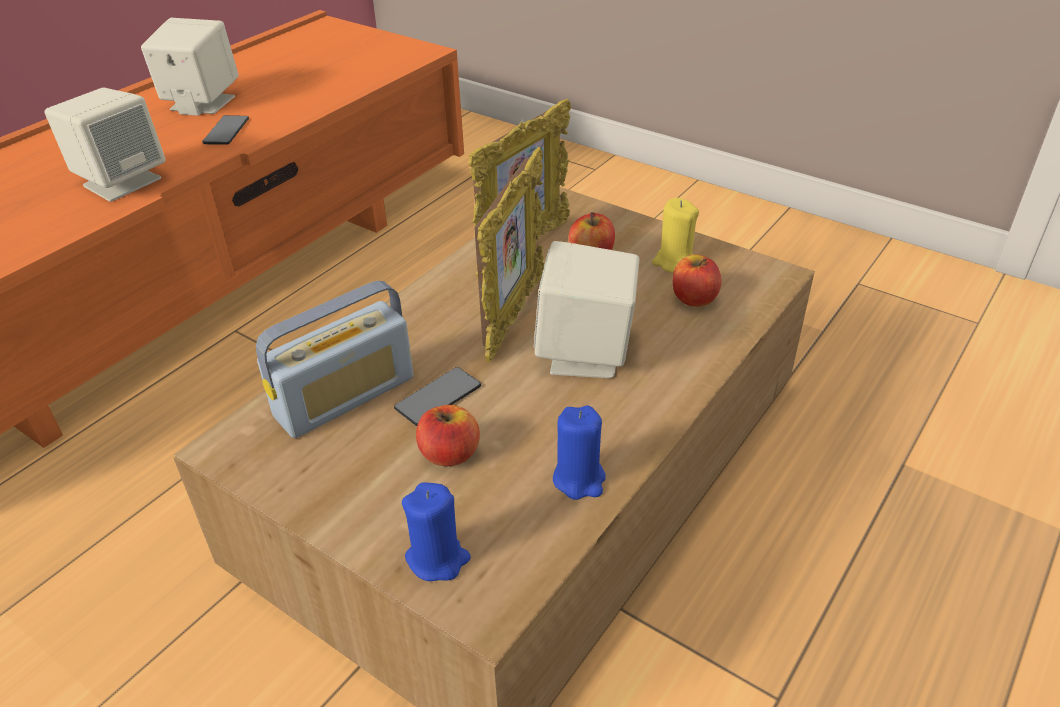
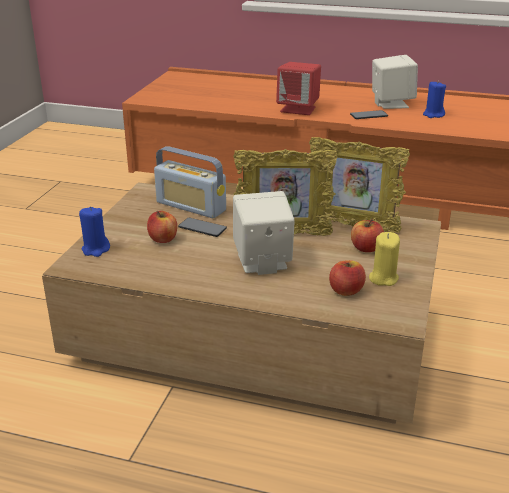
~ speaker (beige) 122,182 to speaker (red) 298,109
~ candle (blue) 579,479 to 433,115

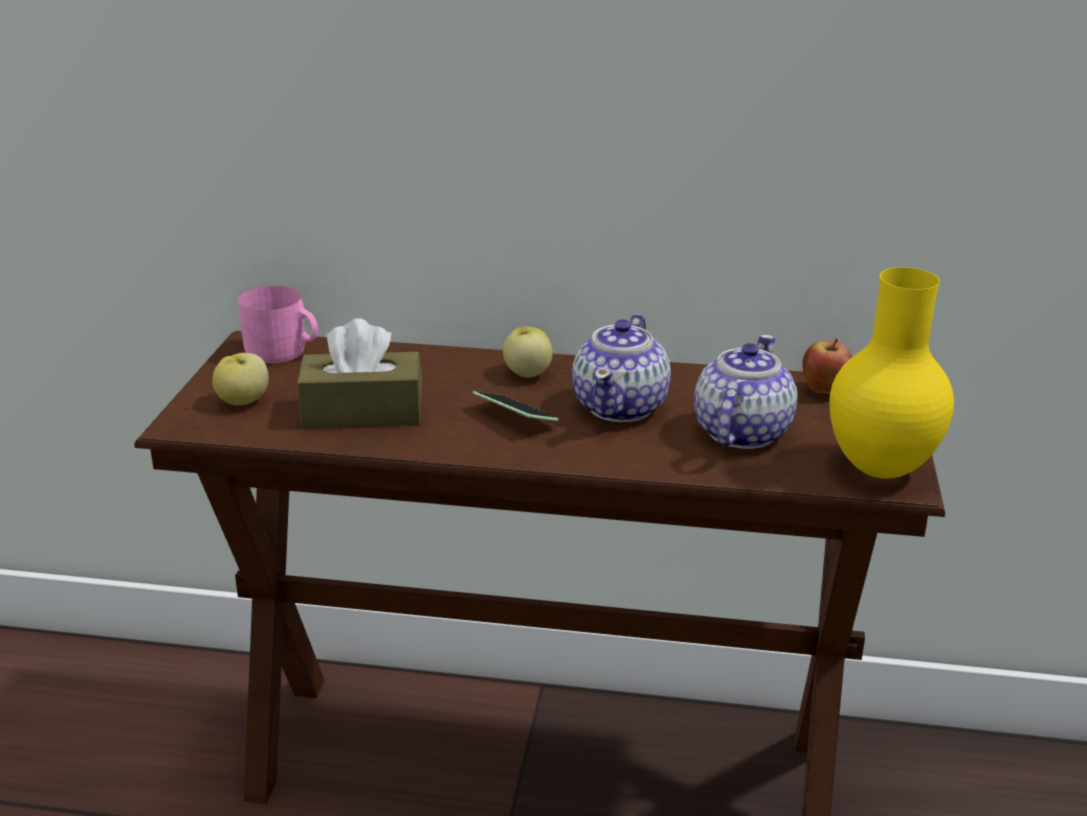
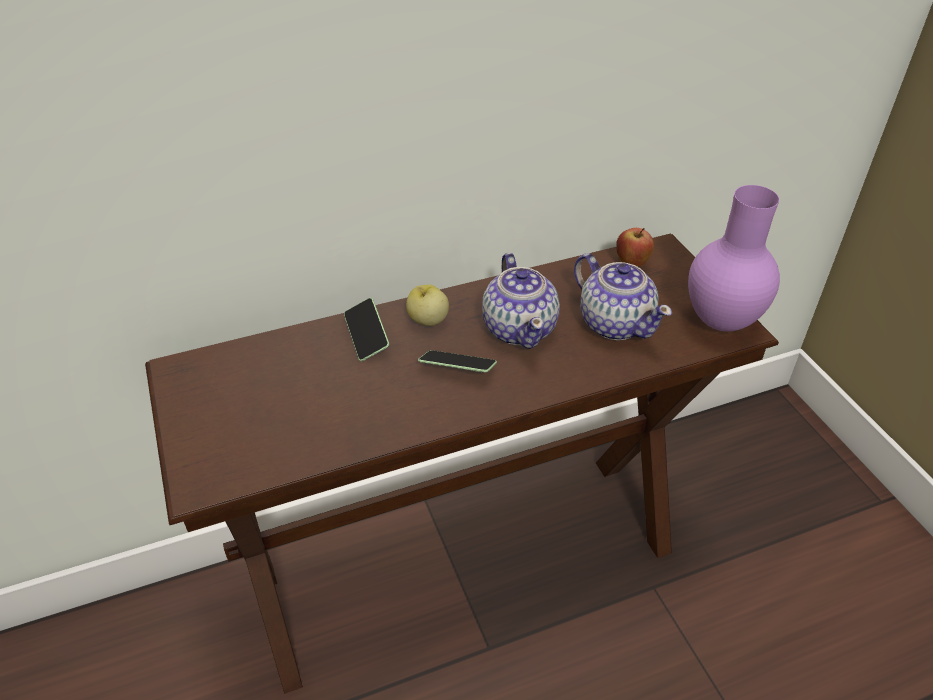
~ vase (yellow) 881,468 to vase (purple) 721,320
- mug (pink) 283,353
- tissue box (brown) 362,412
~ teapot 740,433 = 615,323 150 degrees clockwise
- apple 243,401
+ phone 366,336

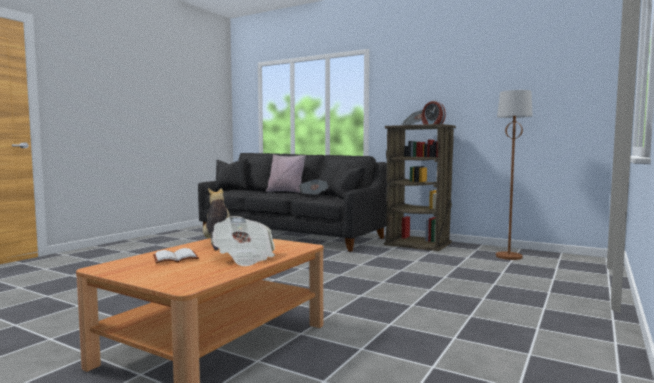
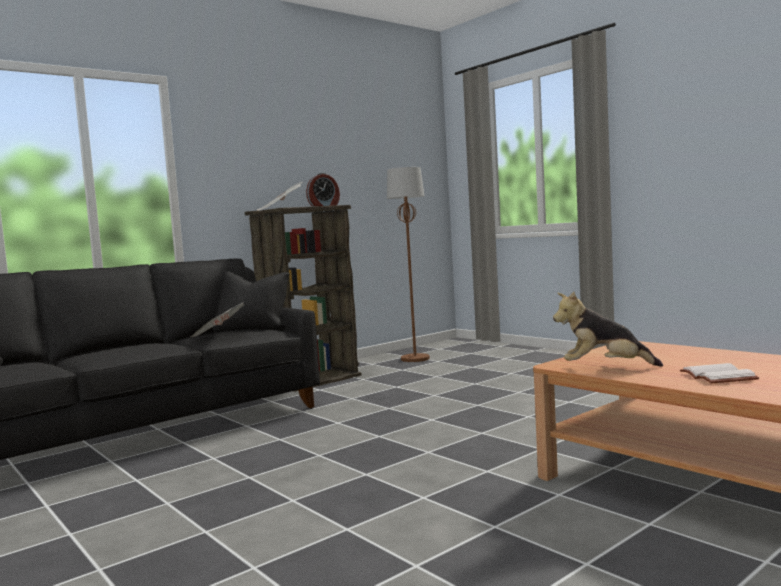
- pillow (purple) 285,192
- newspaper 244,258

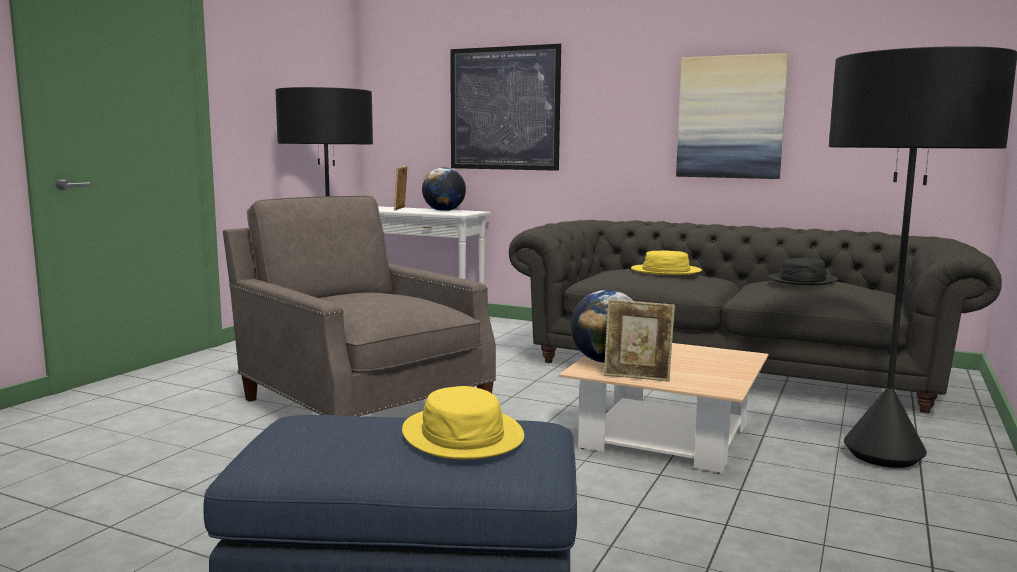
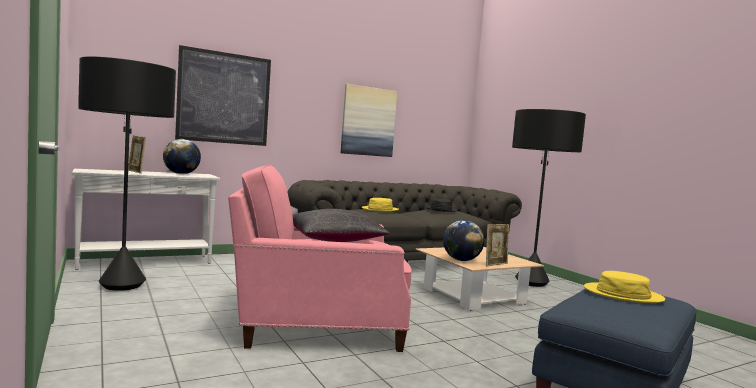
~ armchair (grey) 362,401 to armchair (pink) 317,323
+ pillow (black) 333,240

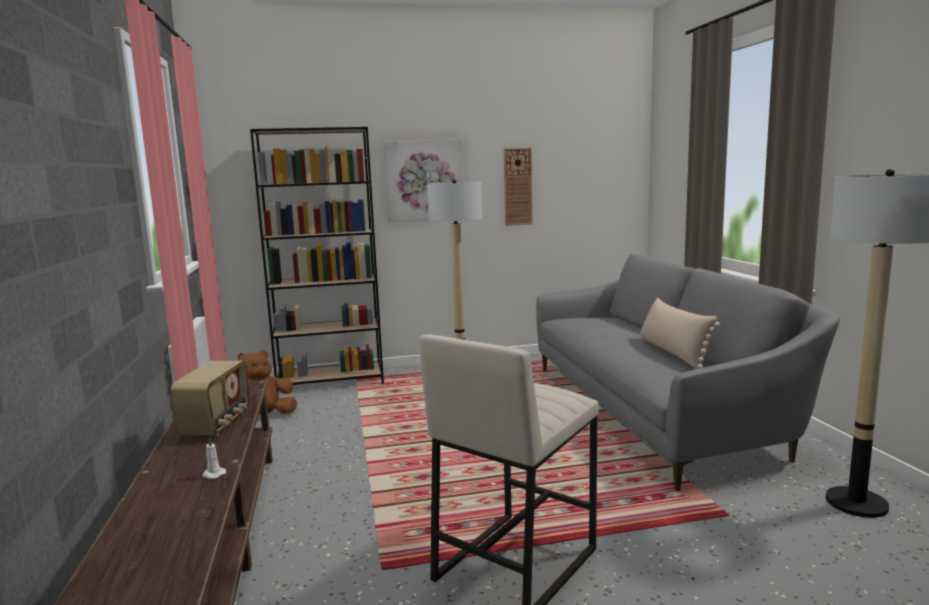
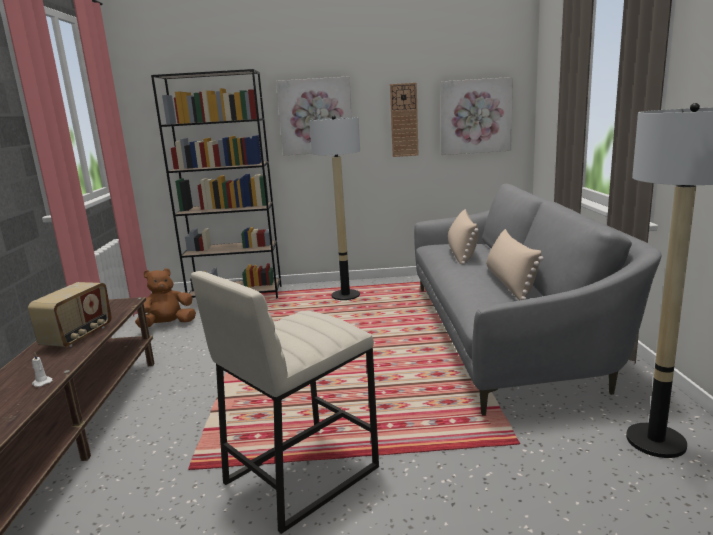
+ picture 475,116
+ pillow (beige) 462,253

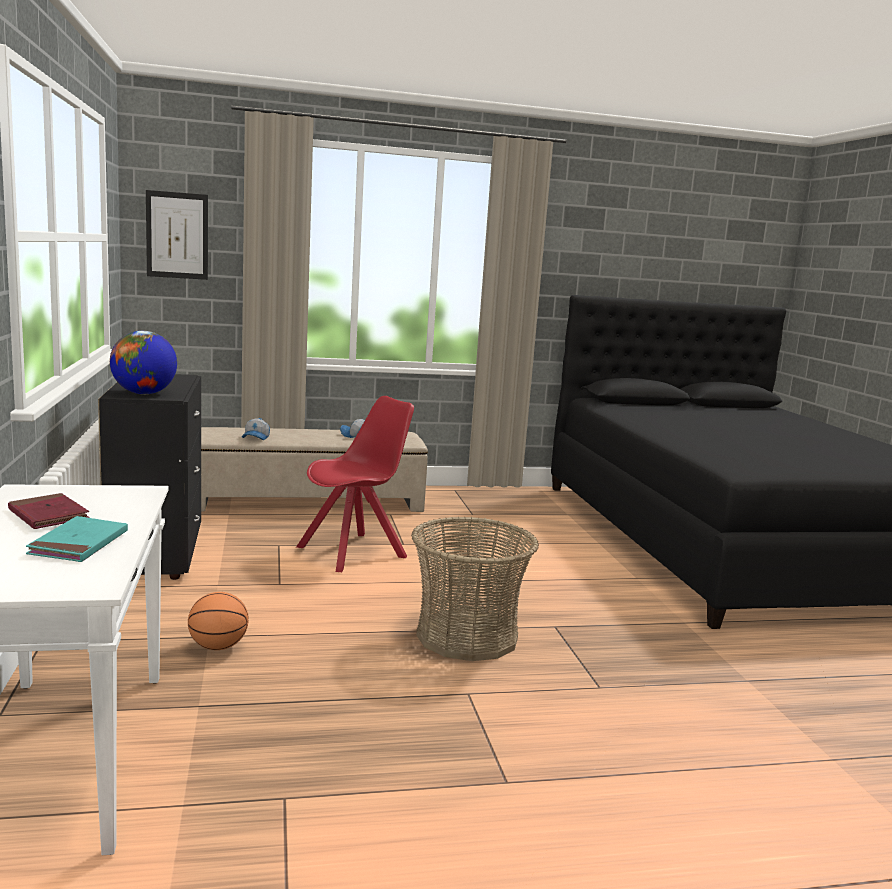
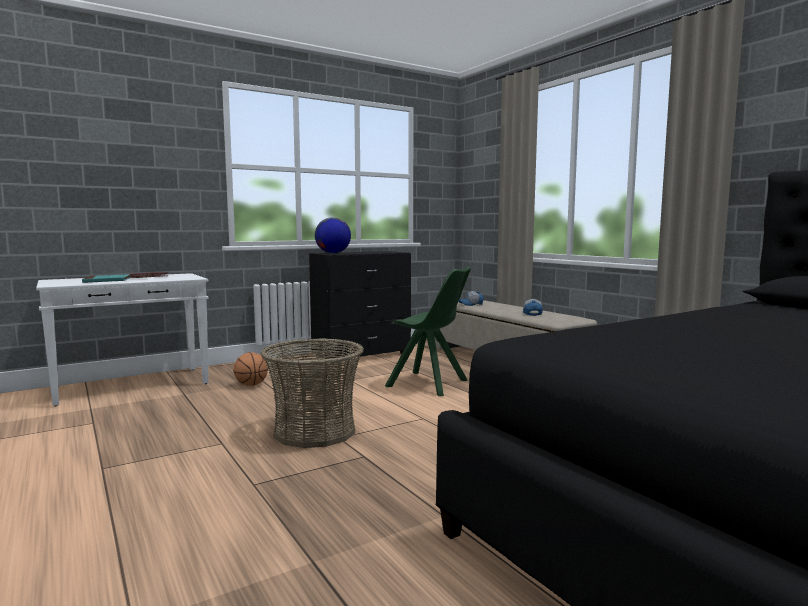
- picture 177,235
~ chair (red) 354,552 to chair (green) 429,384

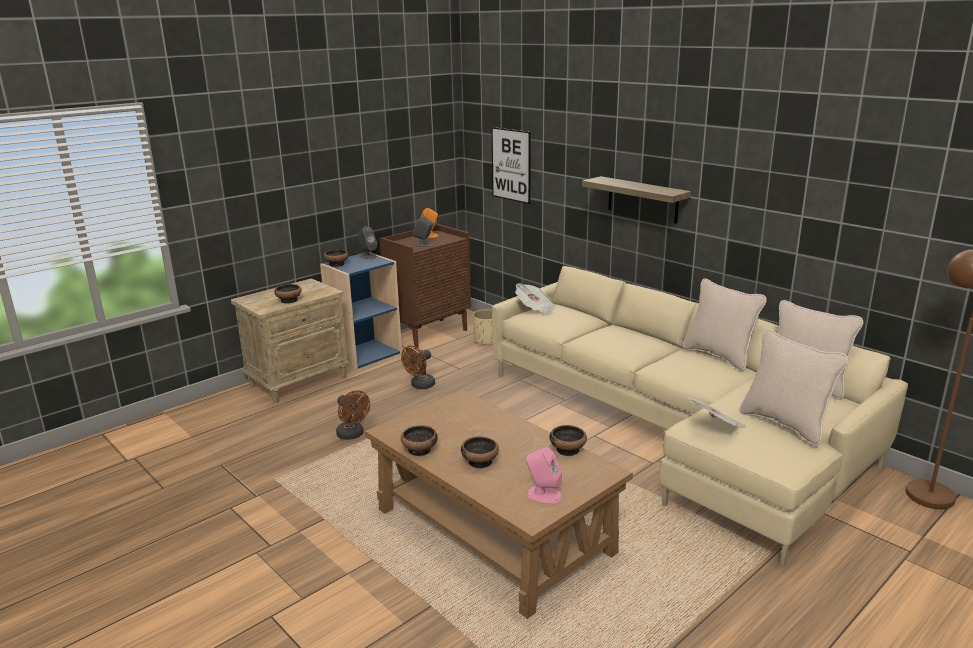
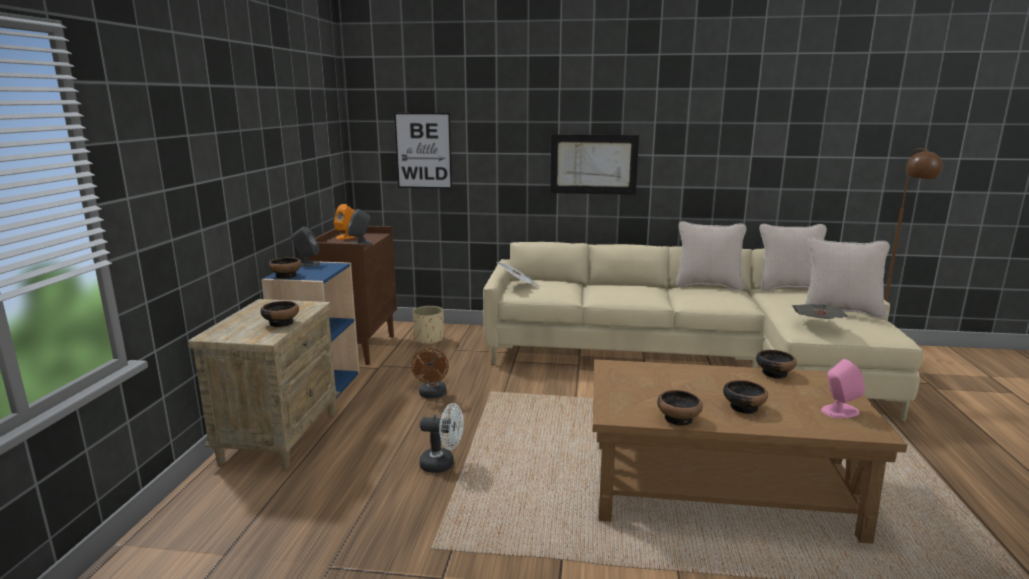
~ shelf 642,200 to picture 593,164
~ fan (brown) 353,435 to fan (white) 443,464

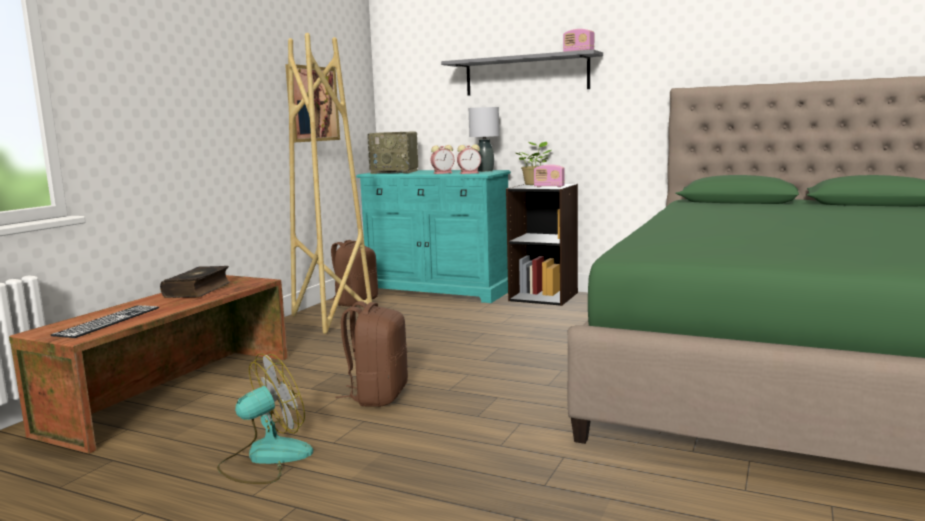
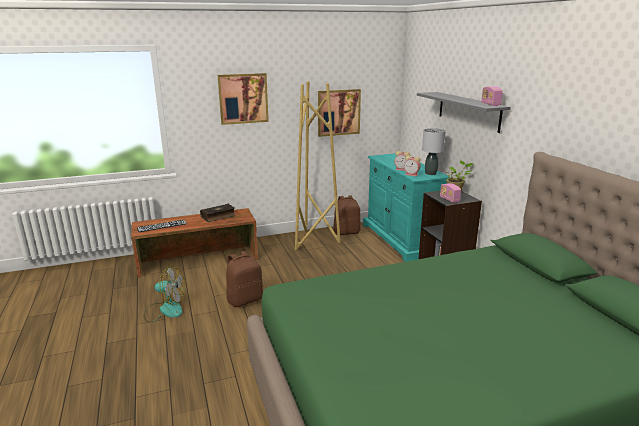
- radio 395,172
+ picture 243,98

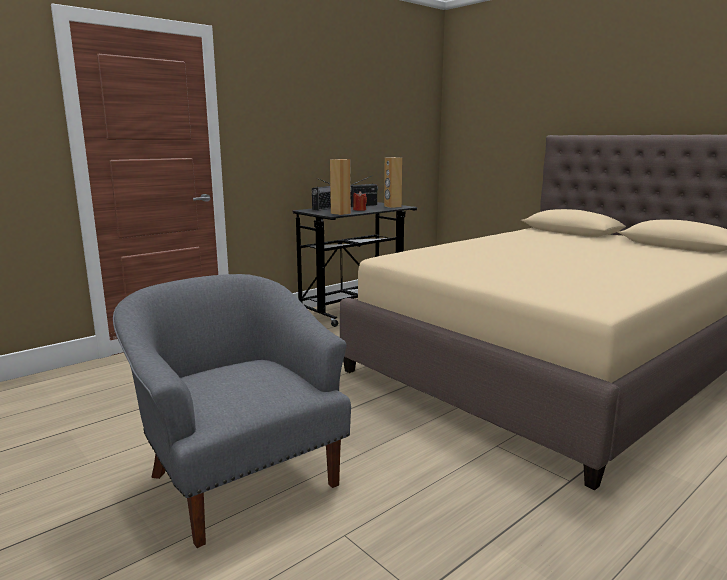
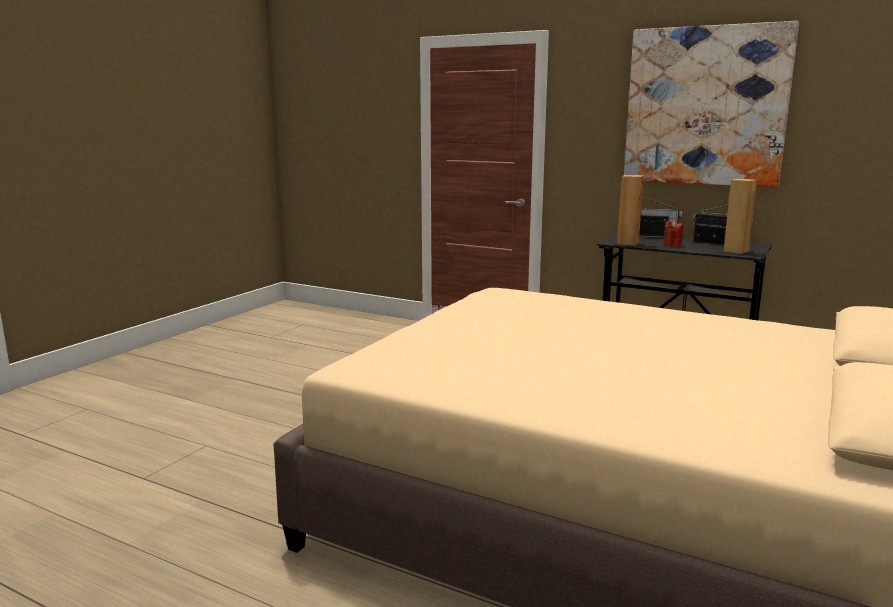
- armchair (grey) 240,476
+ picture 705,106

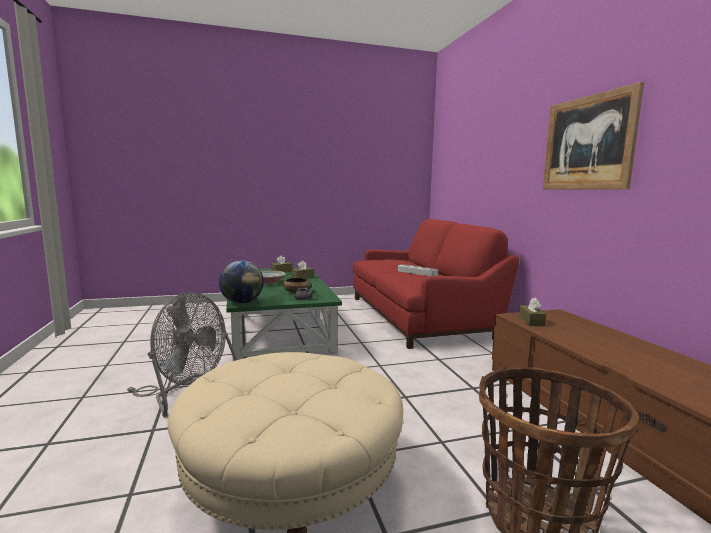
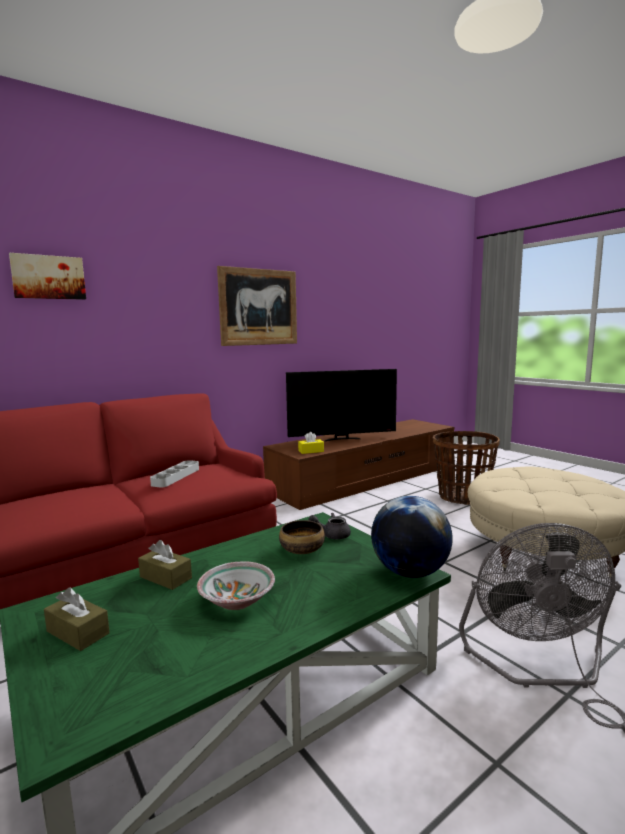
~ tissue box (brown) 531,321 to tissue box (yellow) 311,451
+ picture 48,277
+ television 342,439

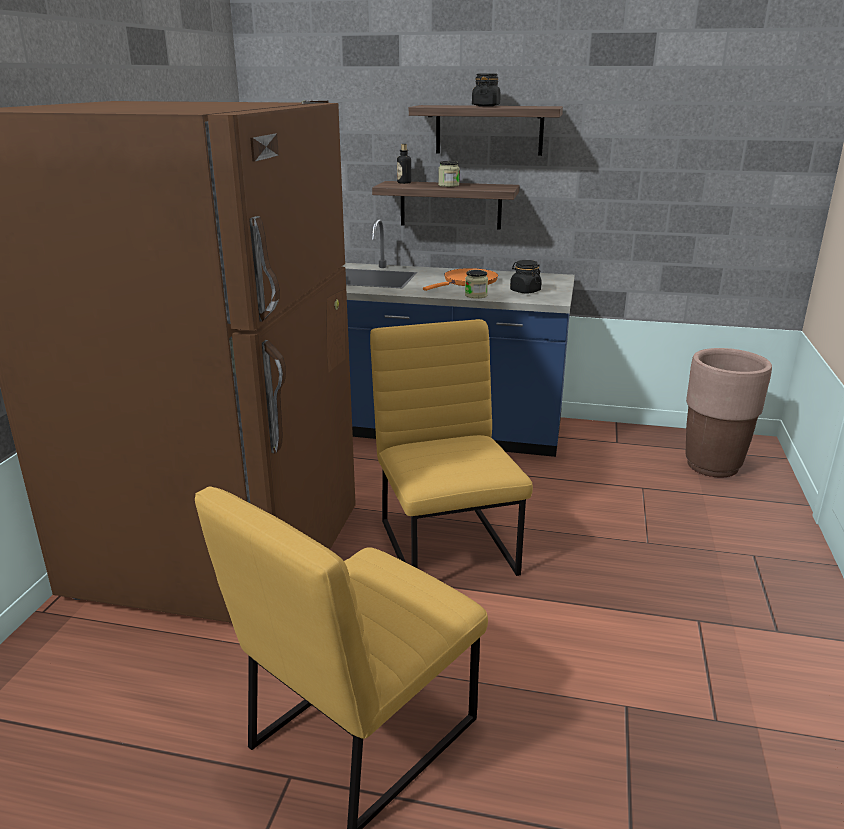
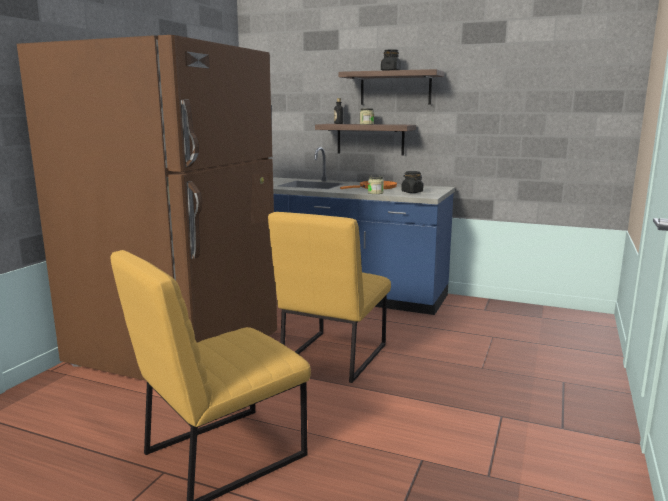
~ chair (yellow) 447,543 = 332,357 150 degrees counterclockwise
- planter (brown) 712,466

